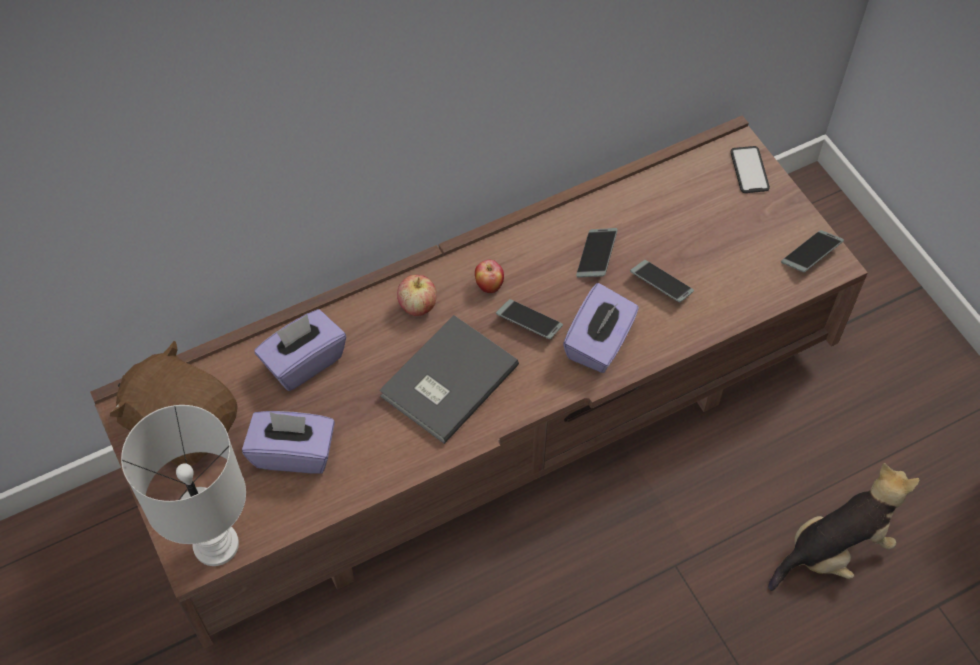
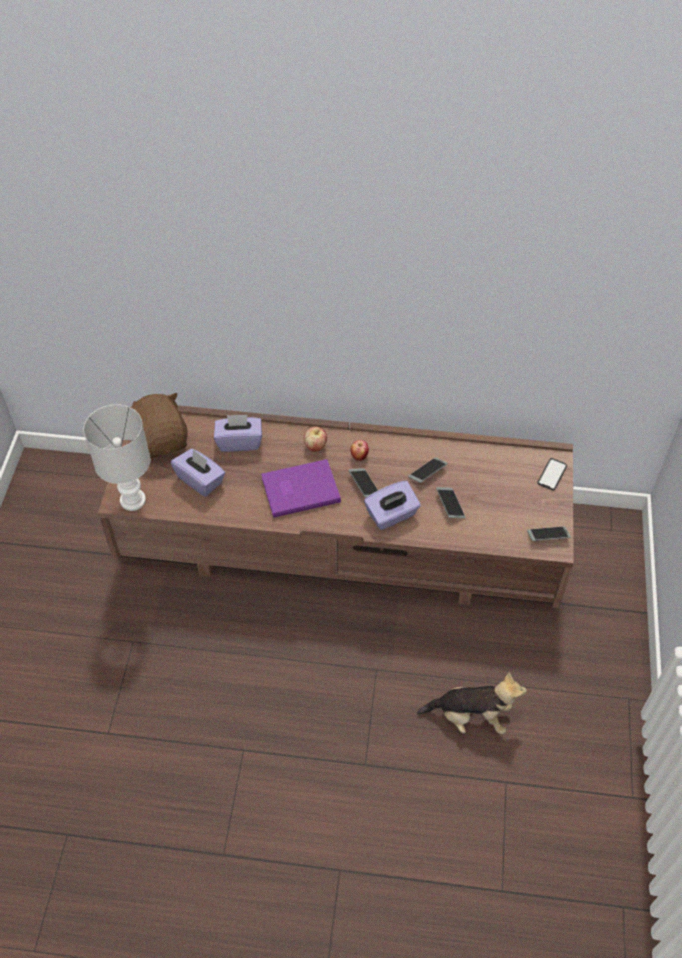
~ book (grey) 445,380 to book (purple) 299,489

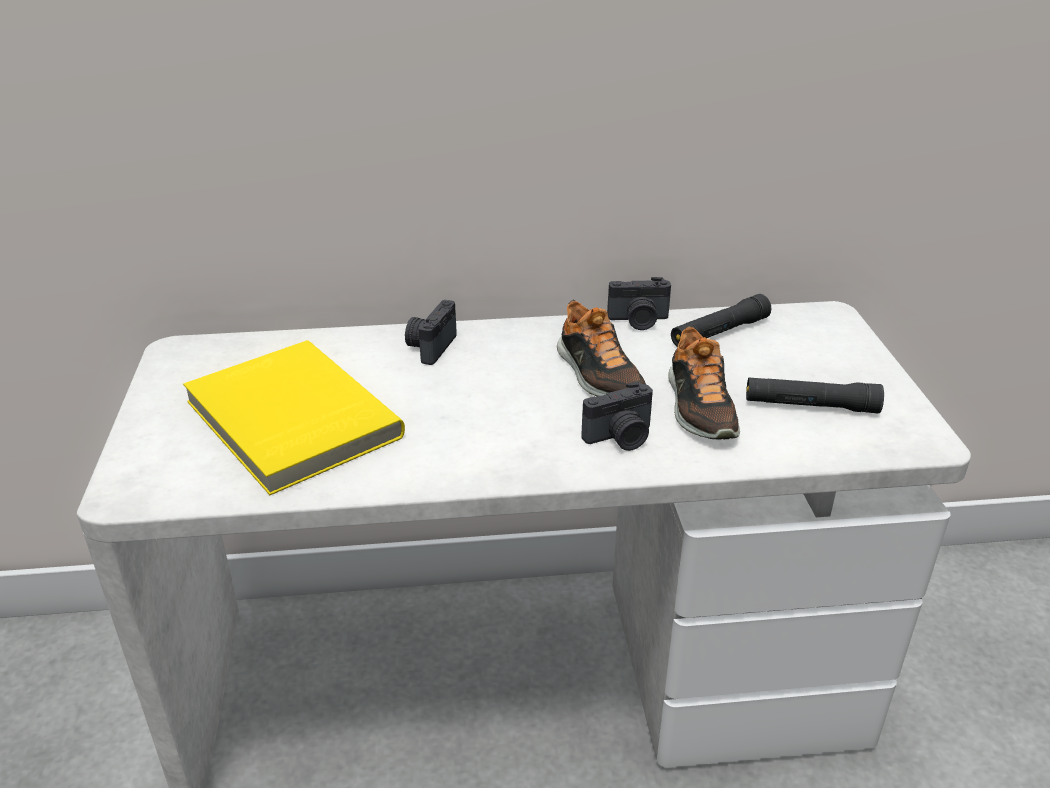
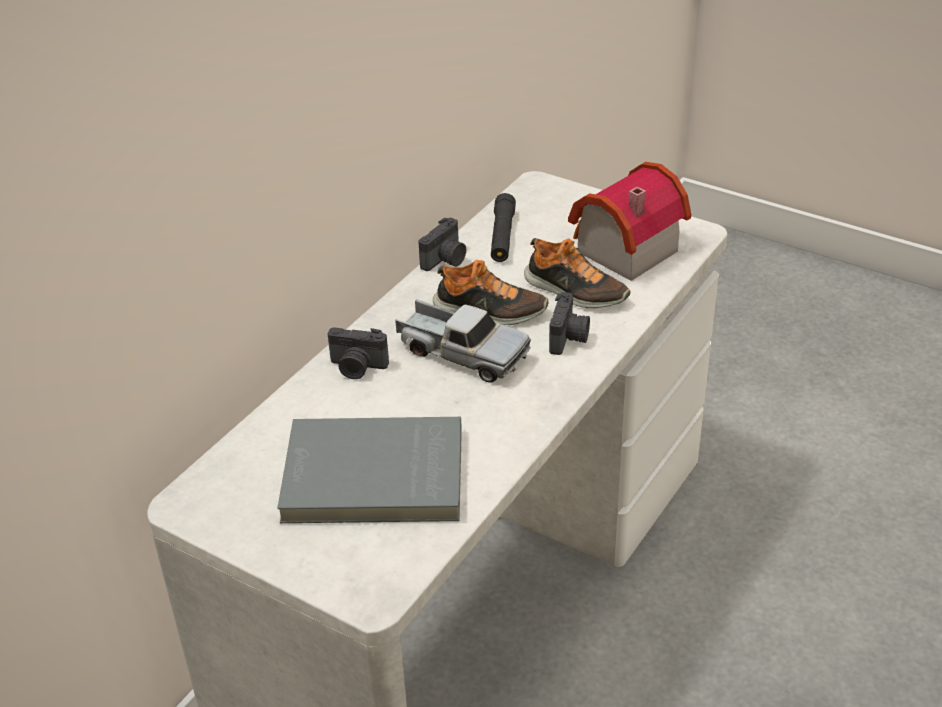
~ photo camera 430,347 = 357,368 45 degrees counterclockwise
~ book (yellow) 289,421 to book (grey) 373,477
~ flashlight (black) 810,405 to toy house 620,250
+ toy truck 462,353

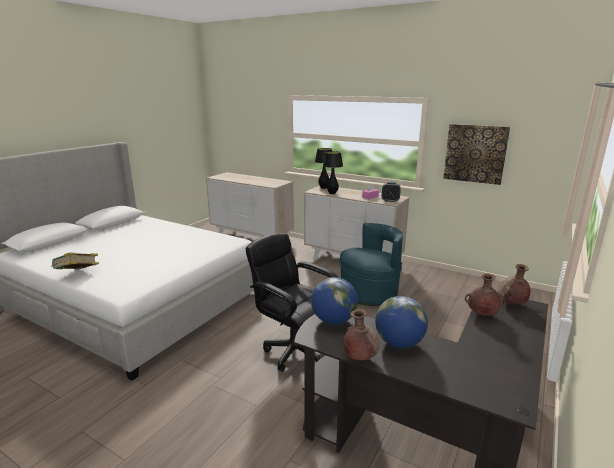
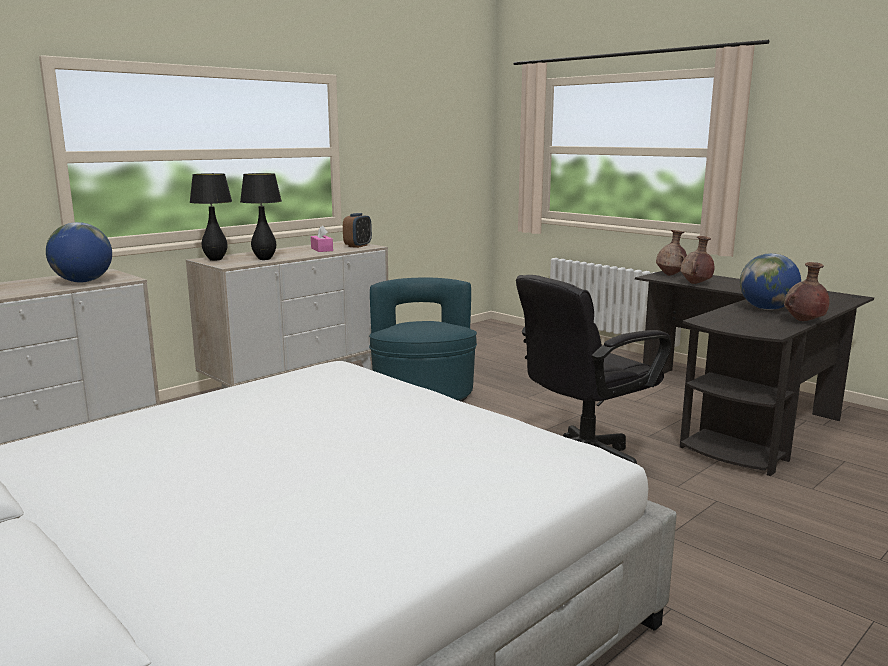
- picture 475,153
- book 77,274
~ globe 333,320 to 83,281

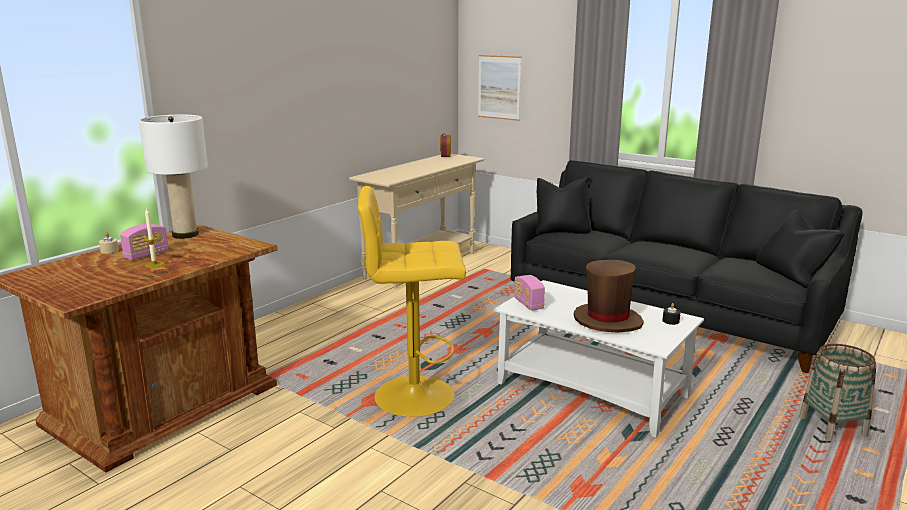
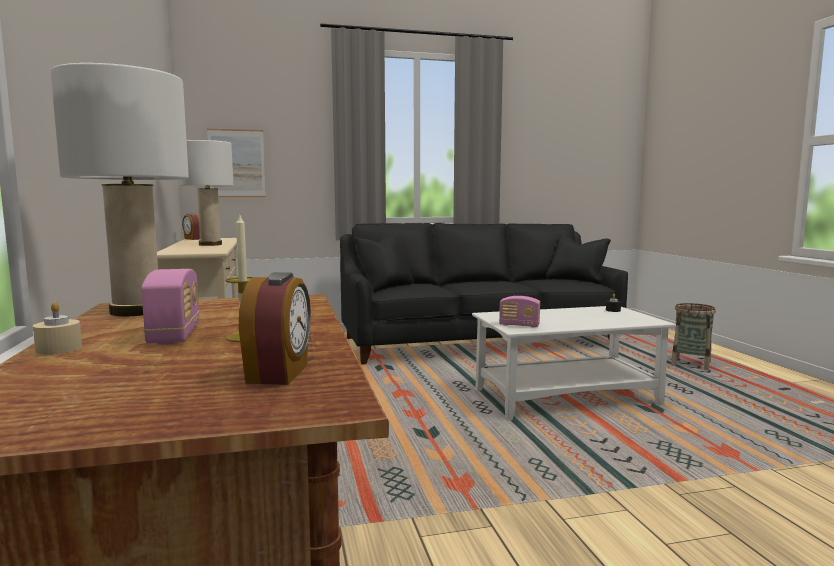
- stool (yellow) 413,395
- hat (brown) 607,320
+ table lamp (white) 211,244
+ alarm clock 279,373

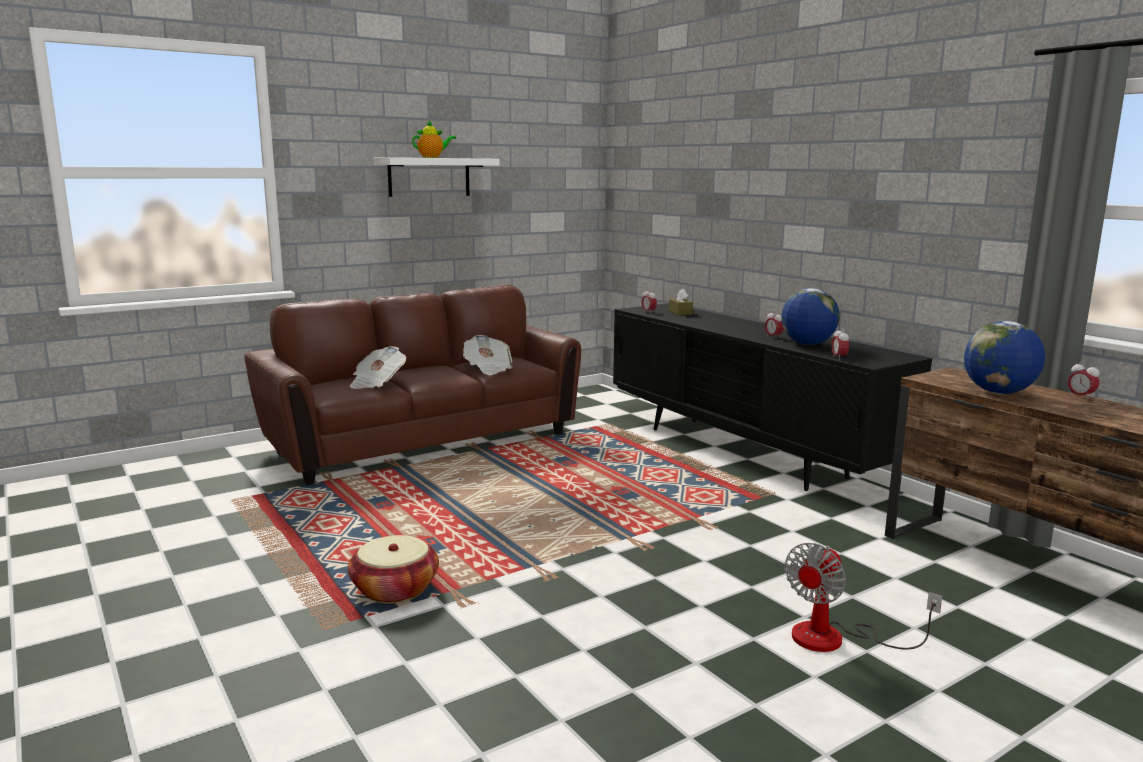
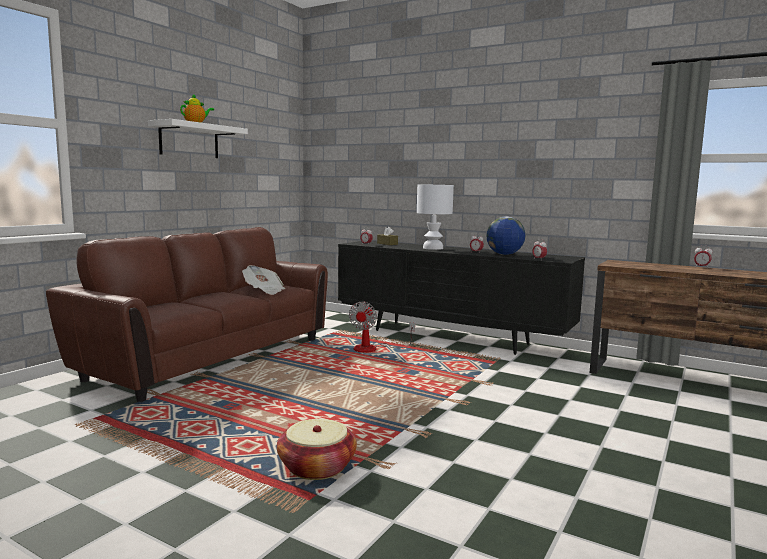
- globe 999,392
- newspaper 377,383
~ fan 836,638 to 373,349
+ table lamp (white) 433,248

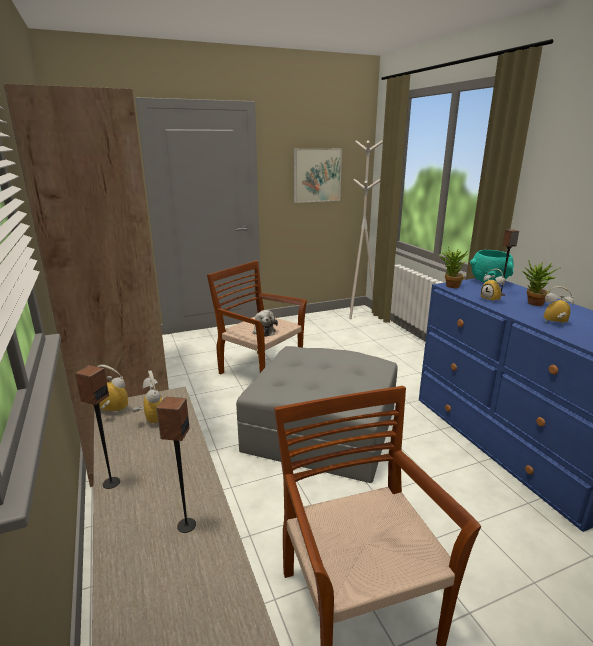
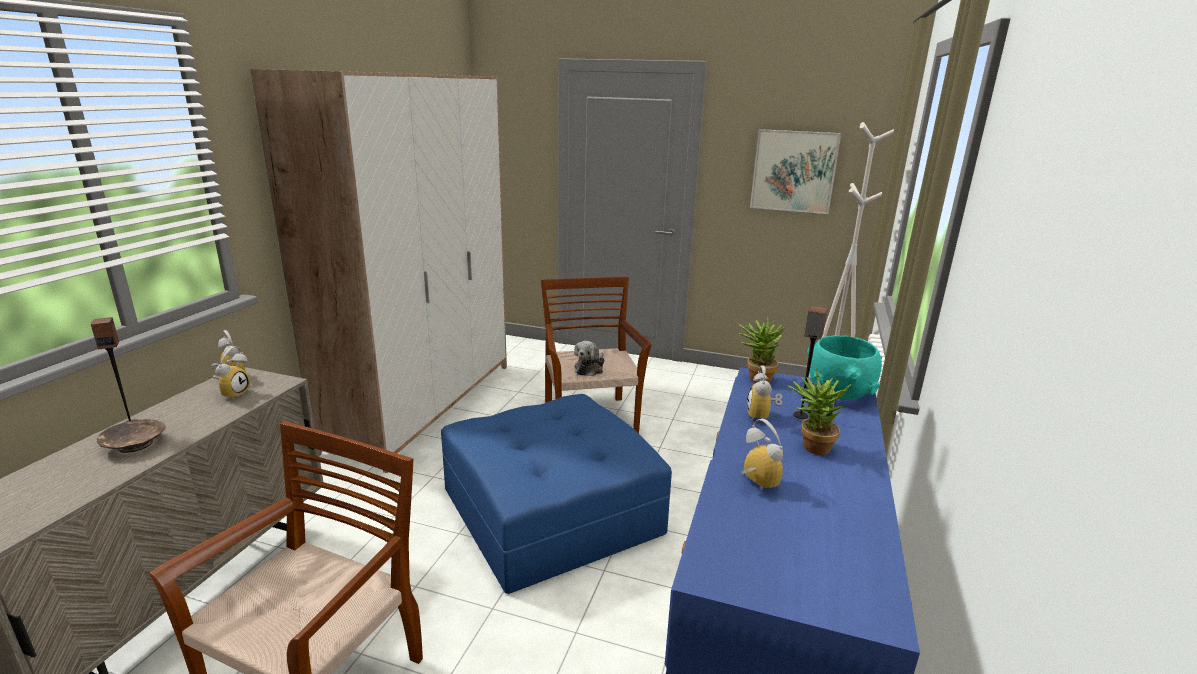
~ ottoman (grey) 322,428 to ottoman (blue) 552,510
- speaker 186,525
+ bowl (brown) 134,445

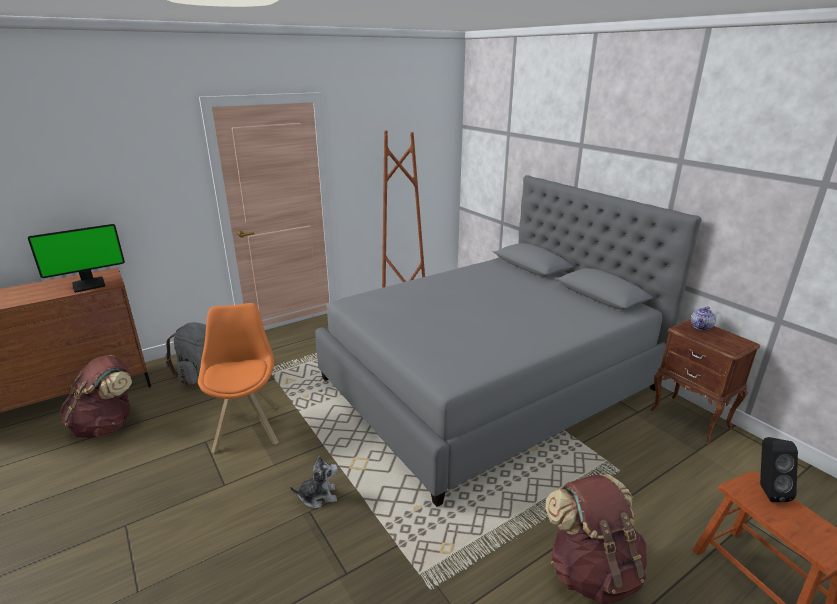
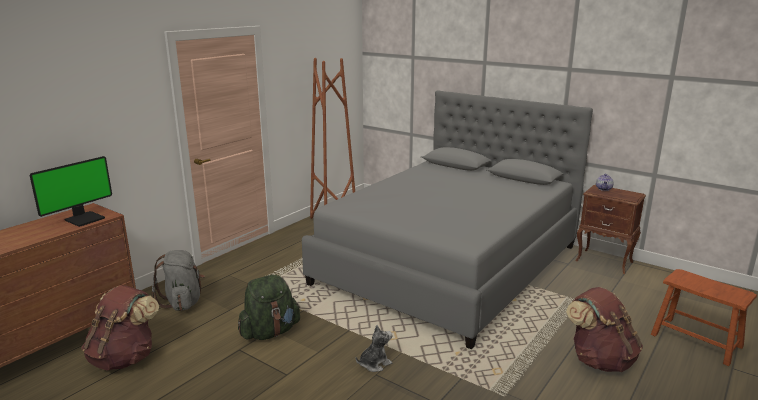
~ chair (orange) 247,428 to backpack (green) 270,332
- speaker (black) 766,490

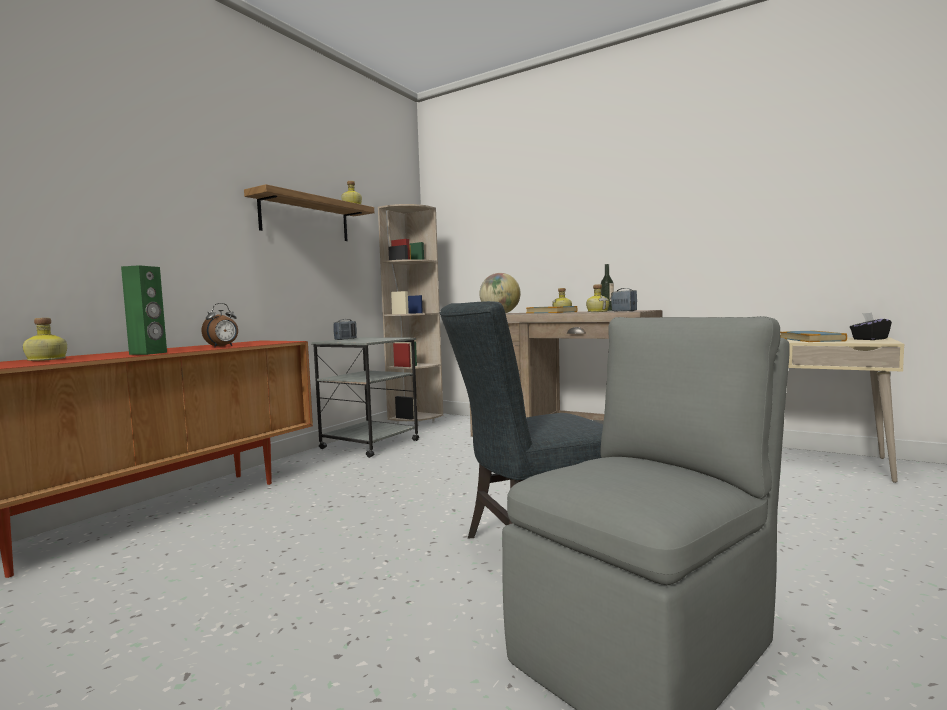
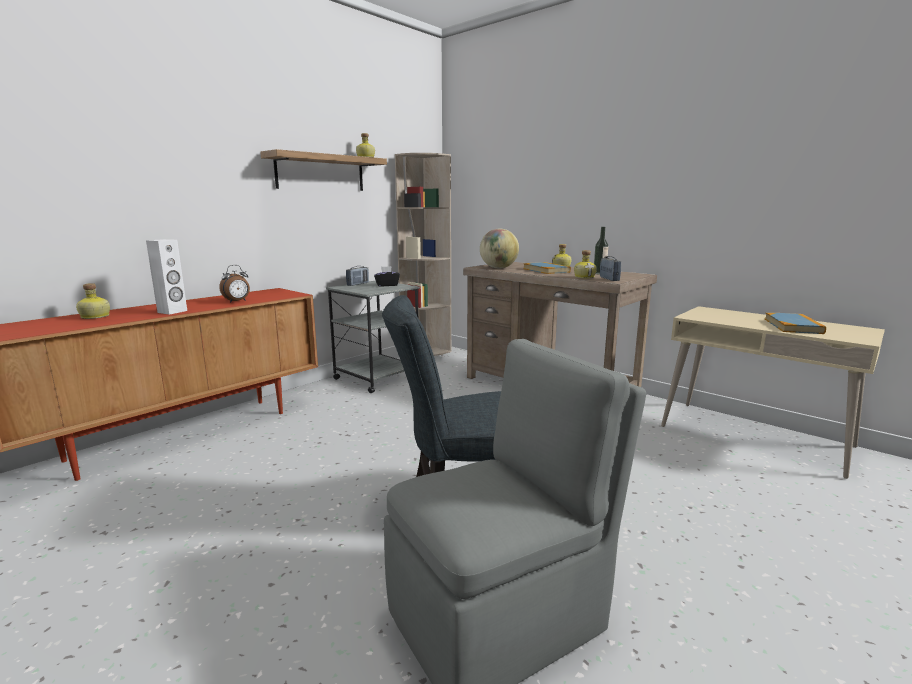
~ speaker (green) 148,353 to speaker (white) 172,311
~ tissue box (black) 869,339 to 387,285

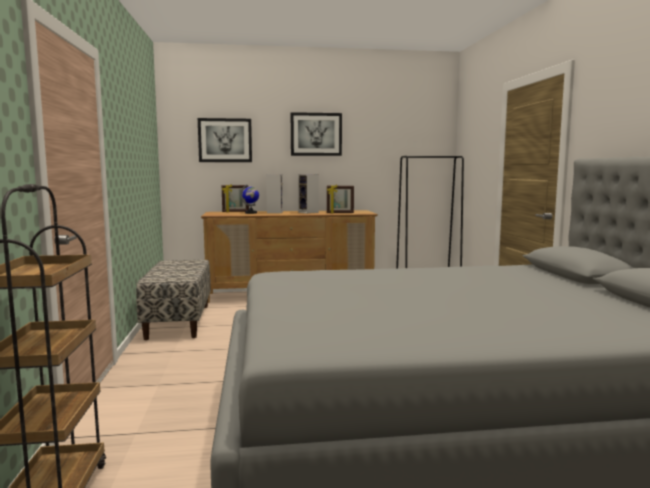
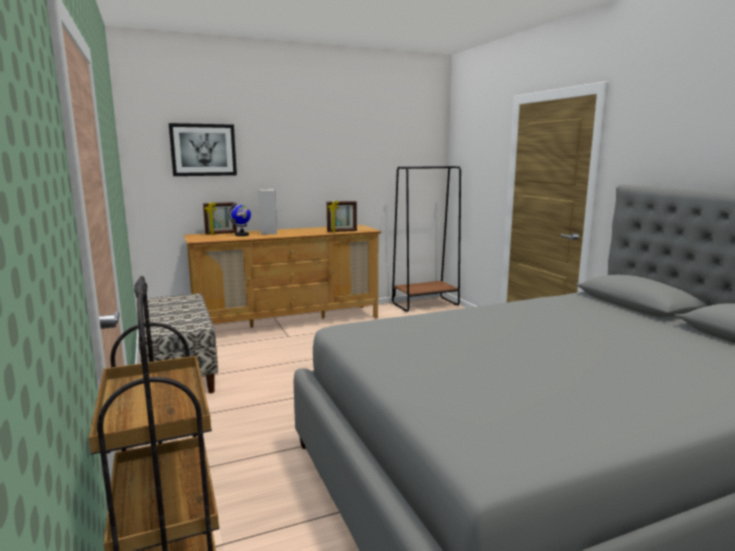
- picture 316,134
- speaker 309,212

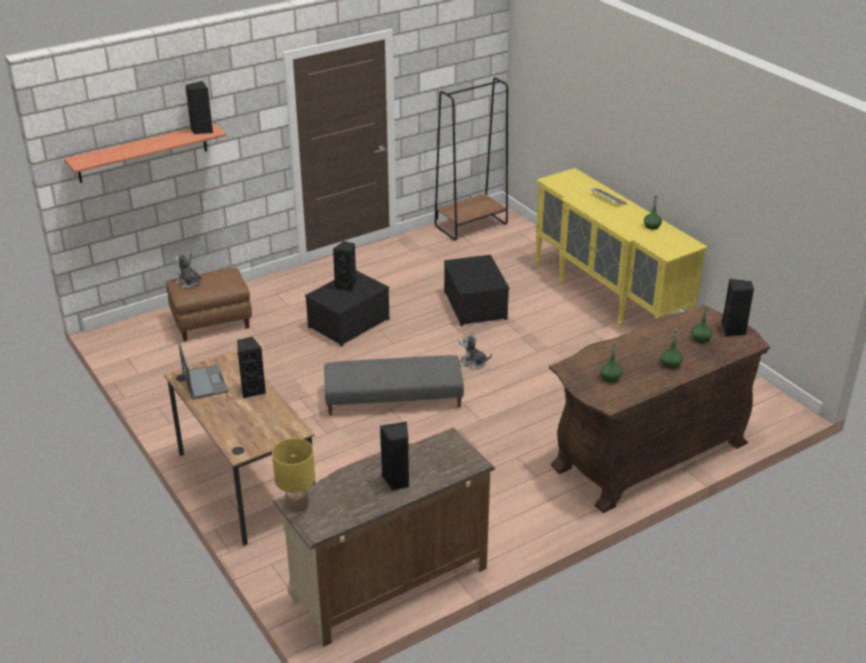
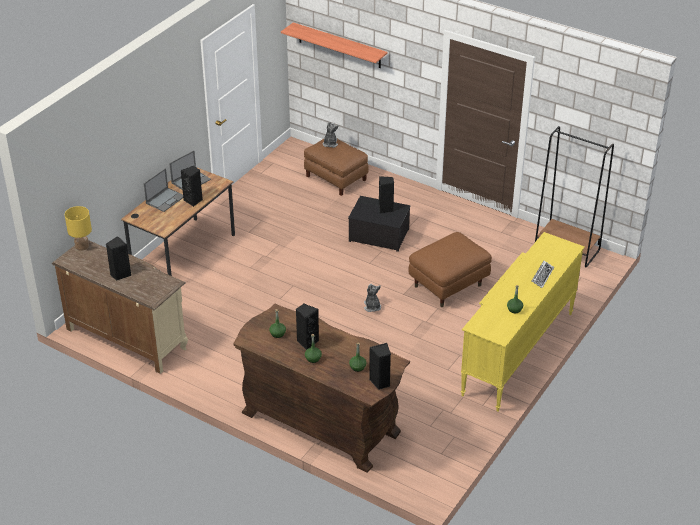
~ speaker (black) 201,130 to 307,342
~ storage box 474,305 to ottoman (brown) 448,285
- ottoman (grey) 393,397
+ laptop 165,199

